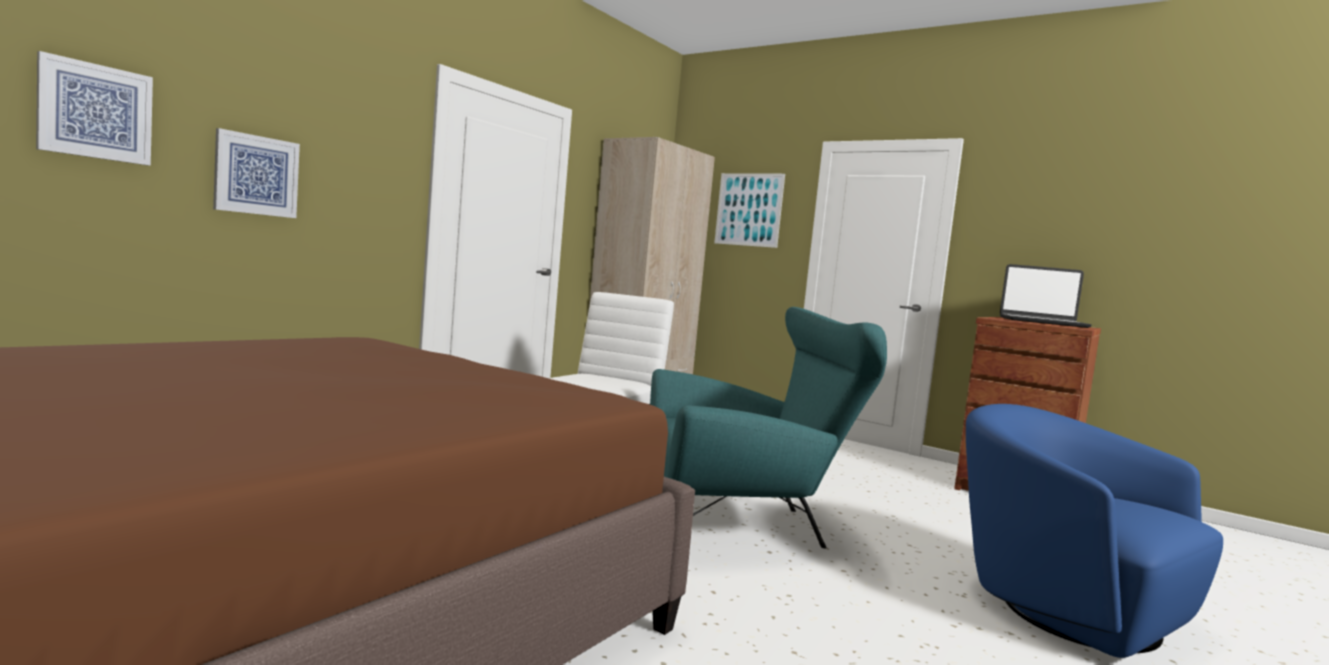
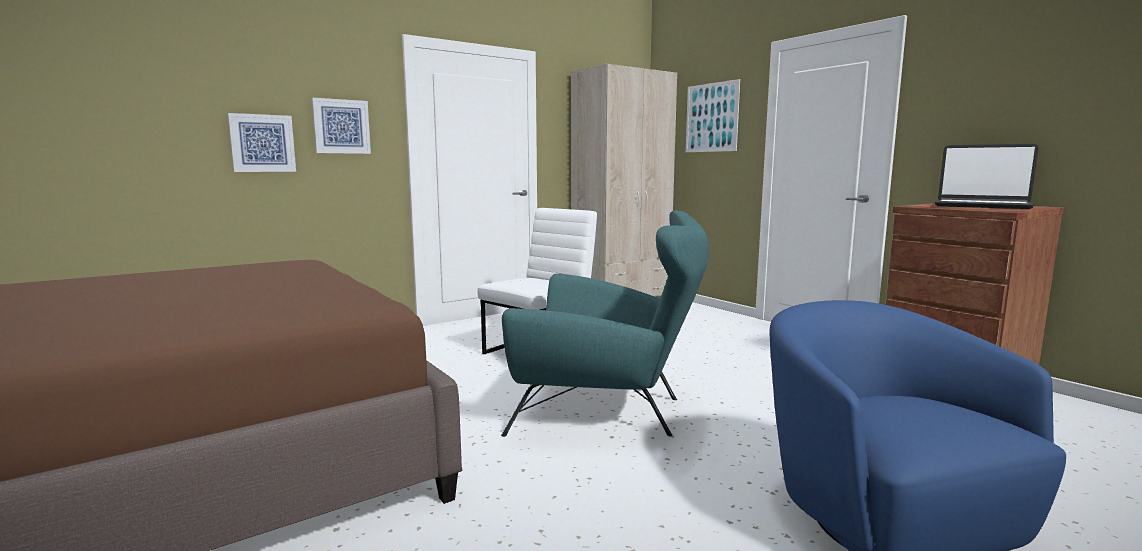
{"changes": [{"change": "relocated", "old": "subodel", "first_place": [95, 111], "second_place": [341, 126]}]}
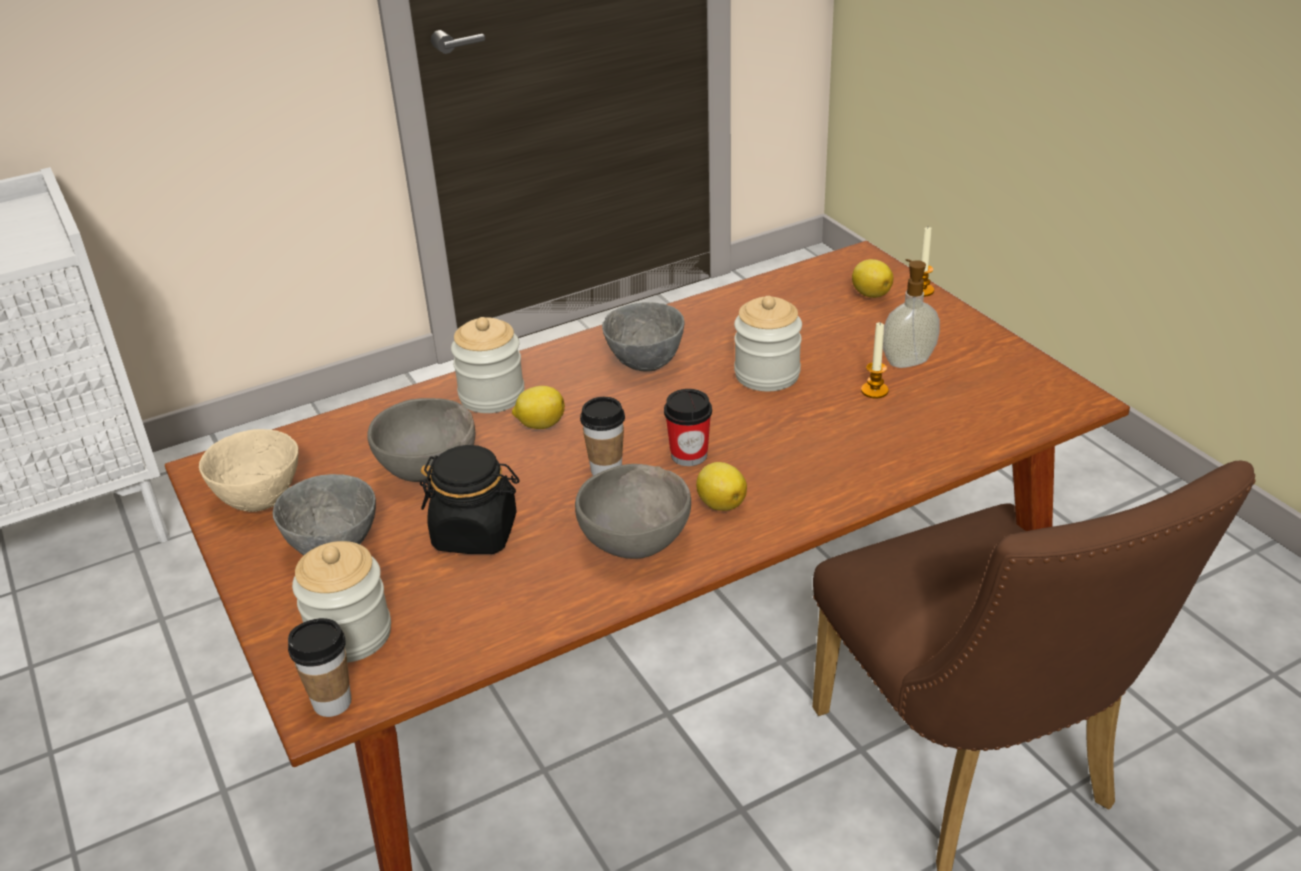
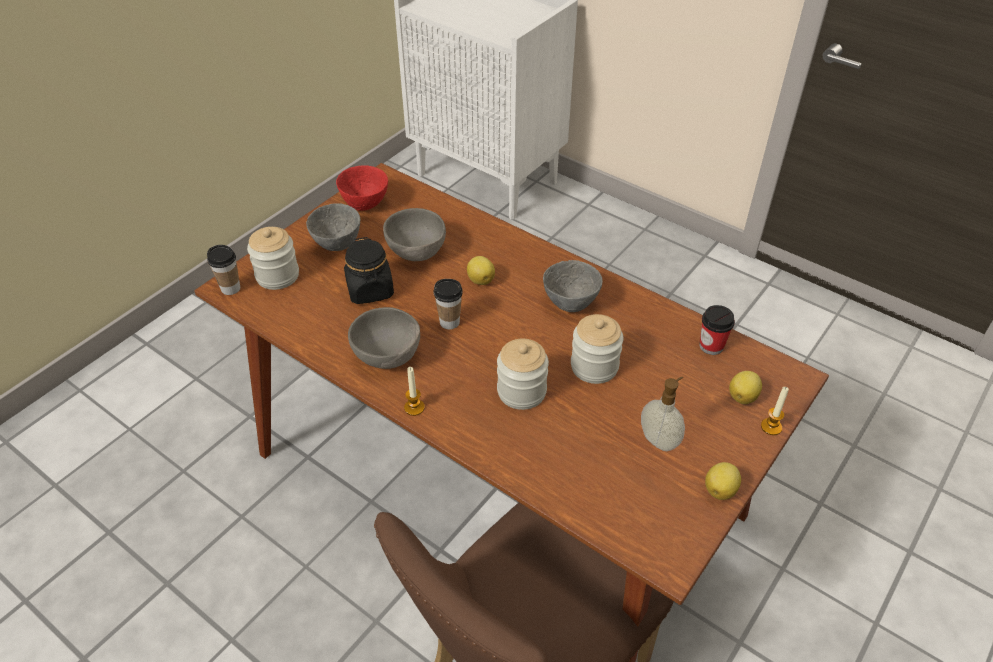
{"changes": [{"change": "relocated", "old": "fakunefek", "first_place": [492, 396], "second_place": [521, 391]}, {"change": "relocated", "old": "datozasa", "first_place": [874, 391], "second_place": [414, 408]}, {"change": "relocated", "old": "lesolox", "first_place": [689, 455], "second_place": [711, 346]}, {"change": "colour", "old": "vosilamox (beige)", "new": "vosilamox (red)", "first_place": [259, 499], "second_place": [365, 204]}, {"change": "relocated", "old": "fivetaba", "first_place": [720, 503], "second_place": [720, 489]}]}
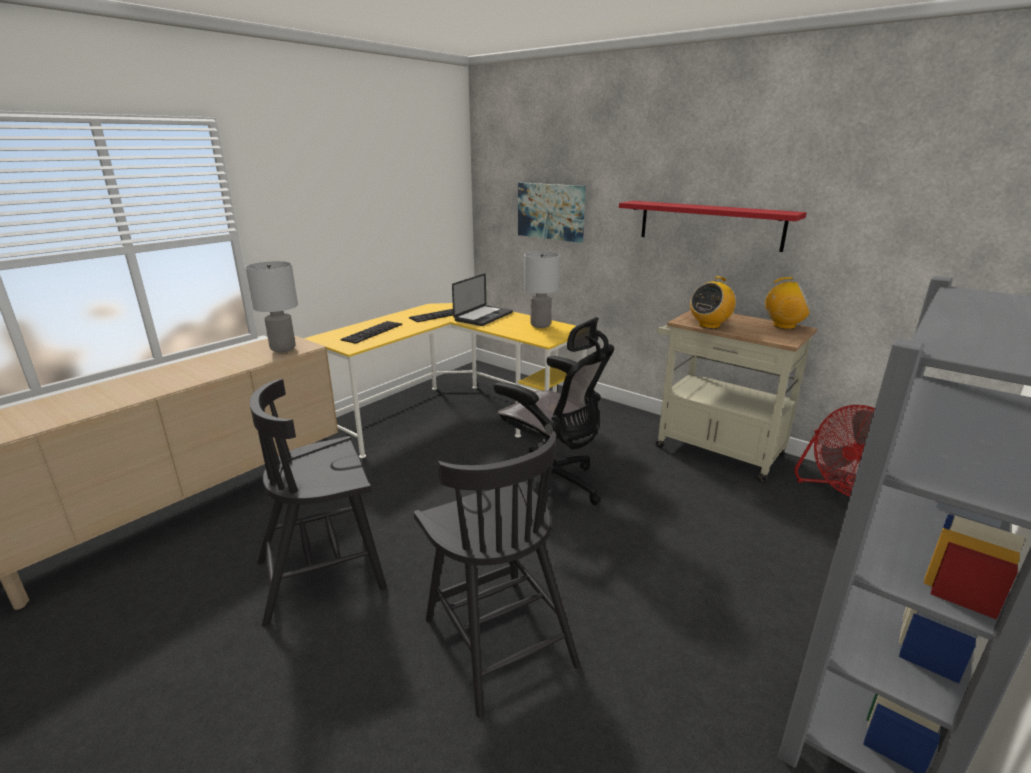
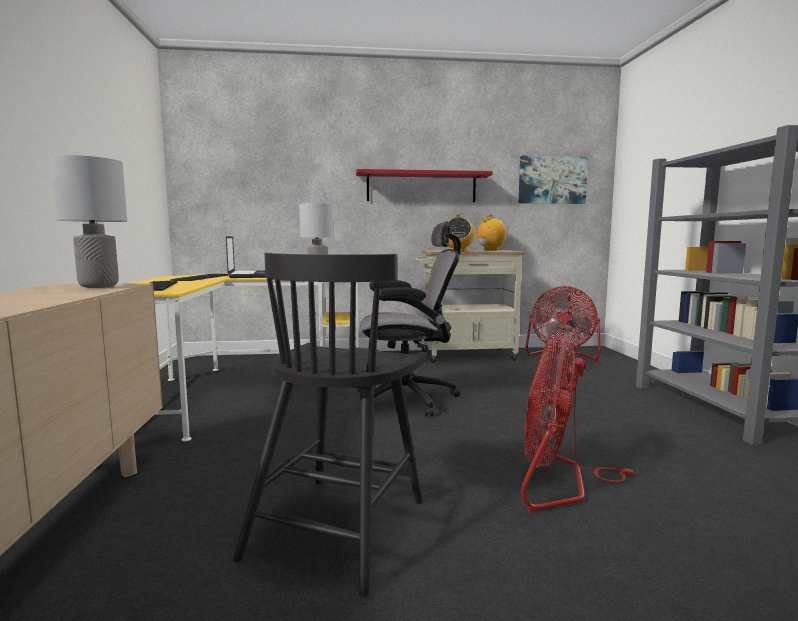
{"changes": [{"change": "relocated", "old": "subodel", "first_place": [551, 211], "second_place": [552, 180]}, {"change": "exchanged", "old": "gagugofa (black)", "new": "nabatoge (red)", "first_place": [497, 638], "second_place": [559, 478]}]}
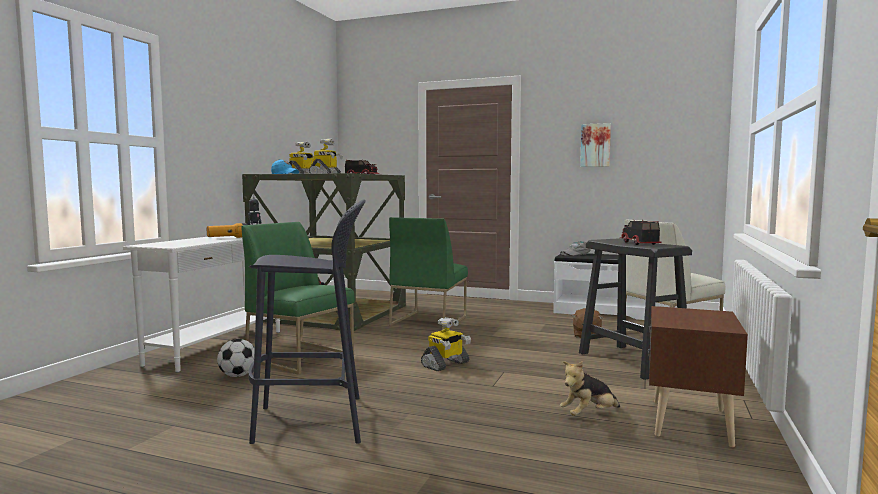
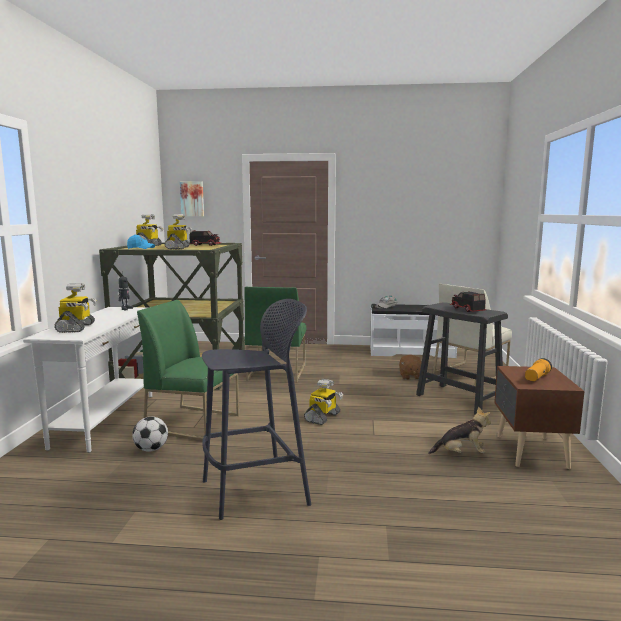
{"changes": [{"change": "relocated", "old": "subodel", "first_place": [595, 145], "second_place": [192, 199]}, {"change": "relocated", "old": "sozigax", "first_place": [228, 238], "second_place": [537, 378]}, {"change": "spun", "old": "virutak", "first_place": [589, 415], "second_place": [461, 454], "degrees": -135}, {"change": "appeared", "new": "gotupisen", "second_place": [76, 328]}]}
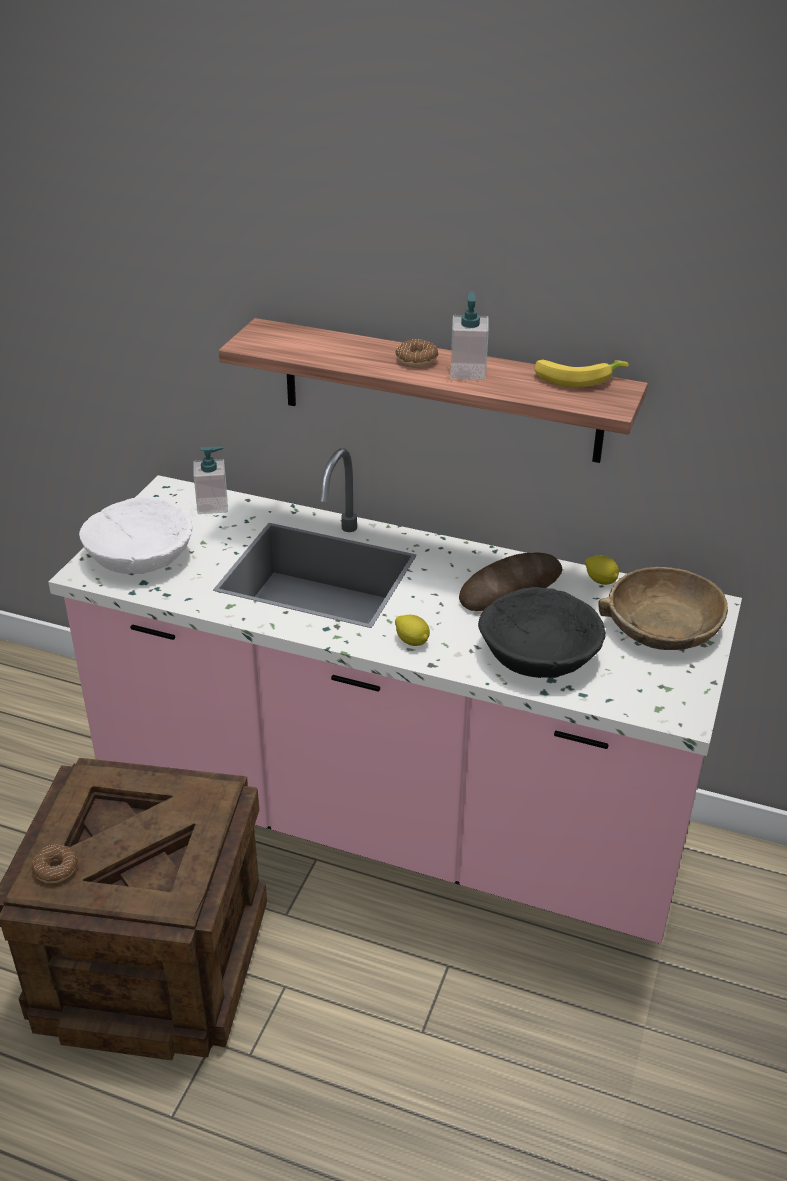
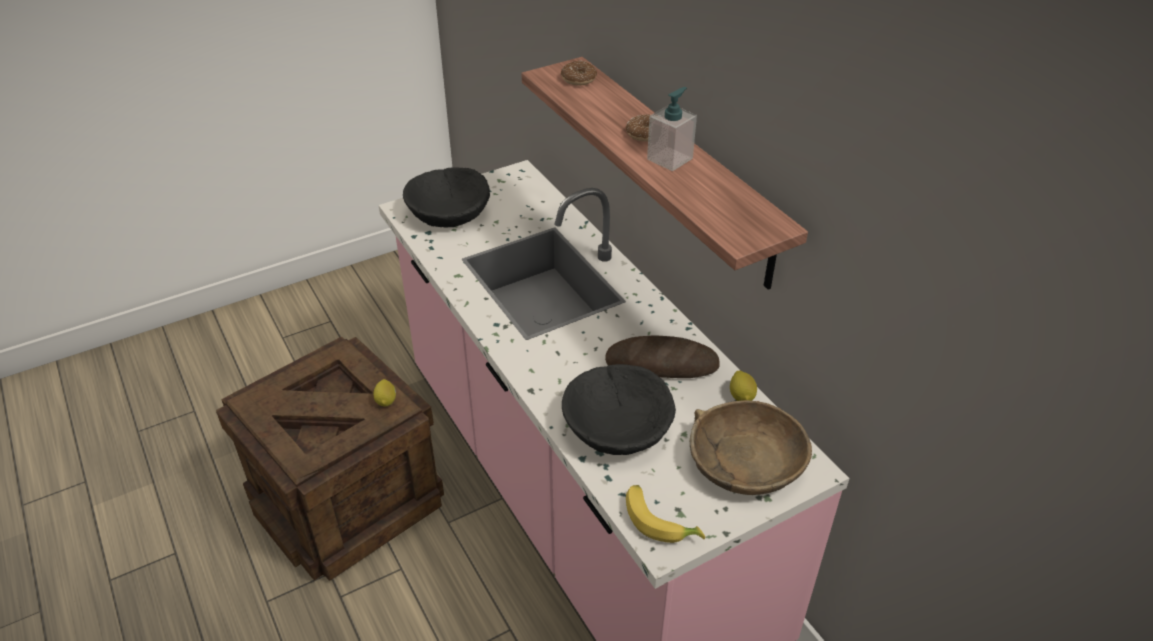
{"changes": [{"change": "relocated", "old": "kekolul", "first_place": [576, 378], "second_place": [660, 520]}, {"change": "missing", "old": "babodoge", "first_place": [212, 505]}, {"change": "colour", "old": "vosilamox (white)", "new": "vosilamox (black)", "first_place": [140, 555], "second_place": [448, 212]}, {"change": "relocated", "old": "fivetaba", "first_place": [412, 641], "second_place": [386, 400]}, {"change": "relocated", "old": "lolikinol", "first_place": [55, 869], "second_place": [578, 79]}]}
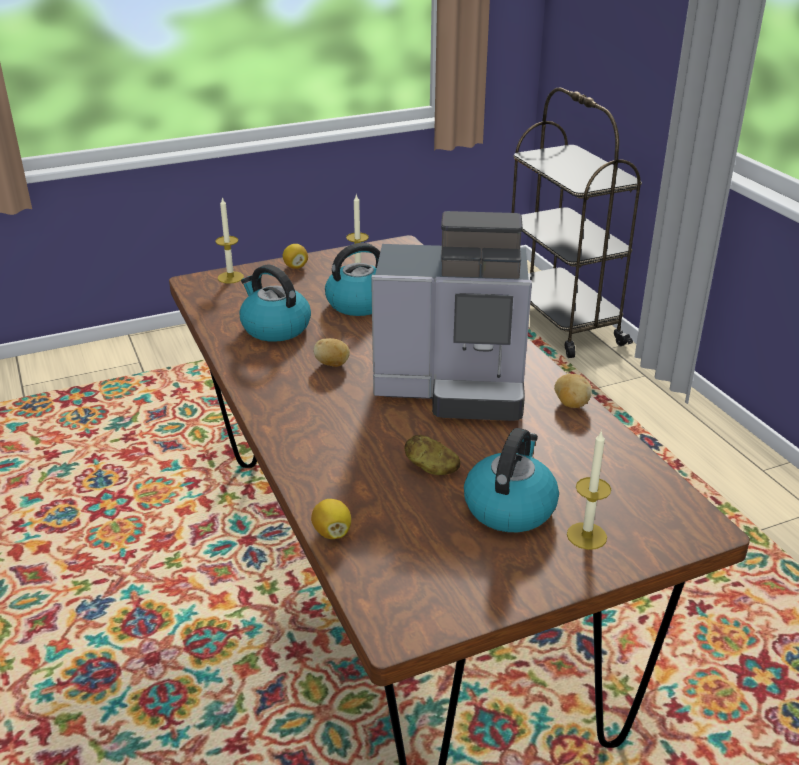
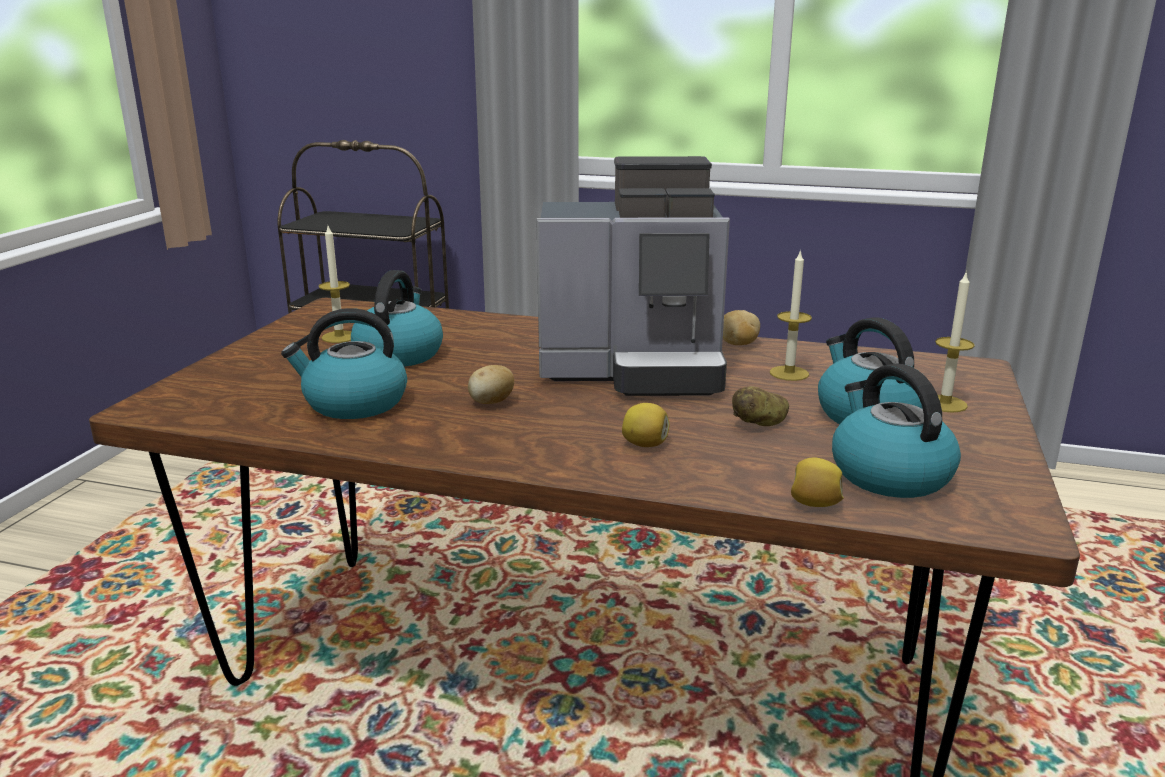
{"changes": [{"change": "relocated", "old": "datozasa", "first_place": [230, 277], "second_place": [789, 373]}, {"change": "spun", "old": "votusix", "first_place": [455, 387], "second_place": [636, 370], "degrees": 45}, {"change": "relocated", "old": "fivetaba", "first_place": [295, 266], "second_place": [645, 444]}, {"change": "appeared", "new": "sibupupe", "second_place": [888, 474]}]}
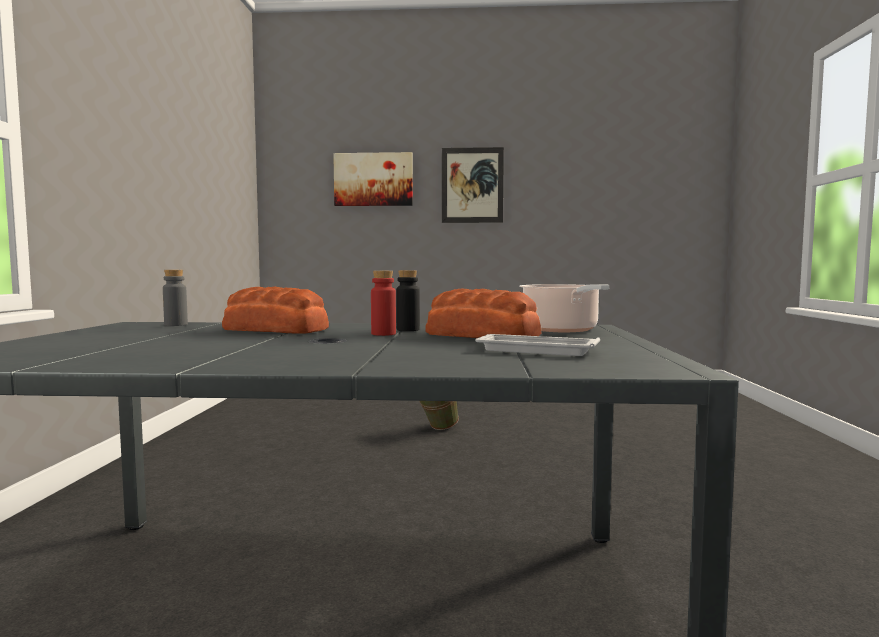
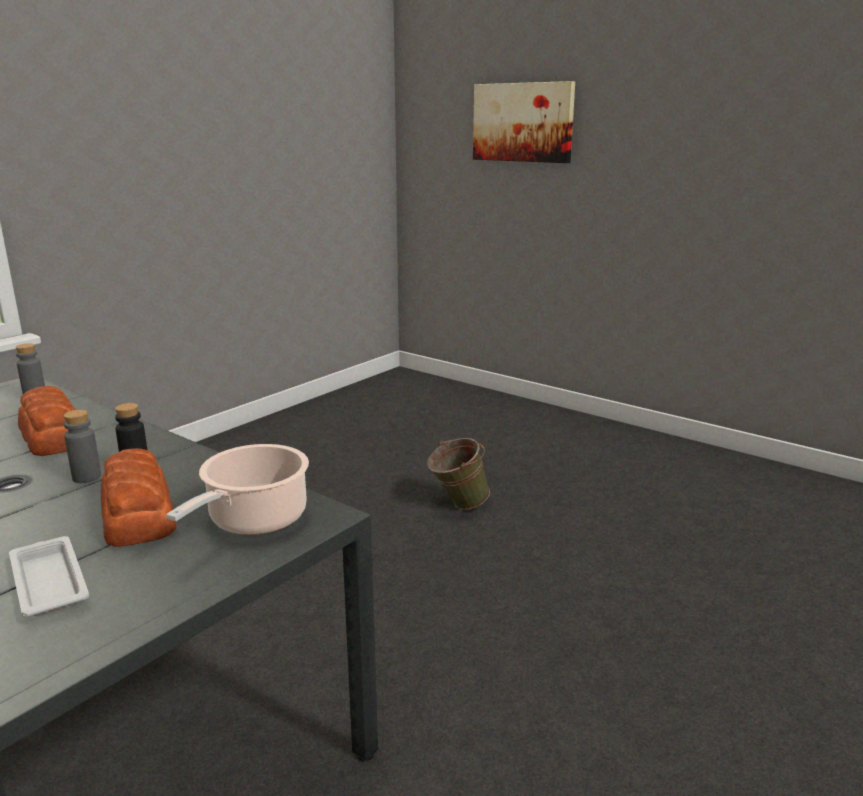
{"changes": [{"change": "missing", "old": "subodel", "first_place": [472, 185]}, {"change": "colour", "old": "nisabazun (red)", "new": "nisabazun (grey)", "first_place": [383, 334], "second_place": [86, 477]}]}
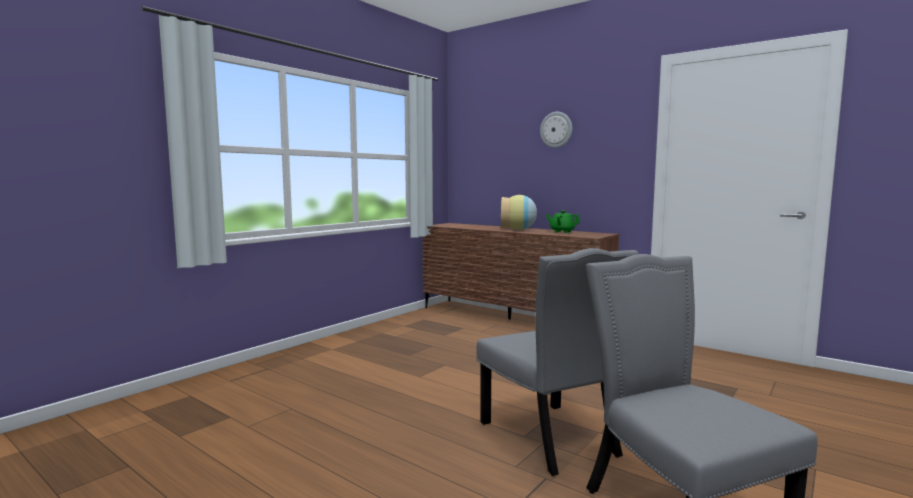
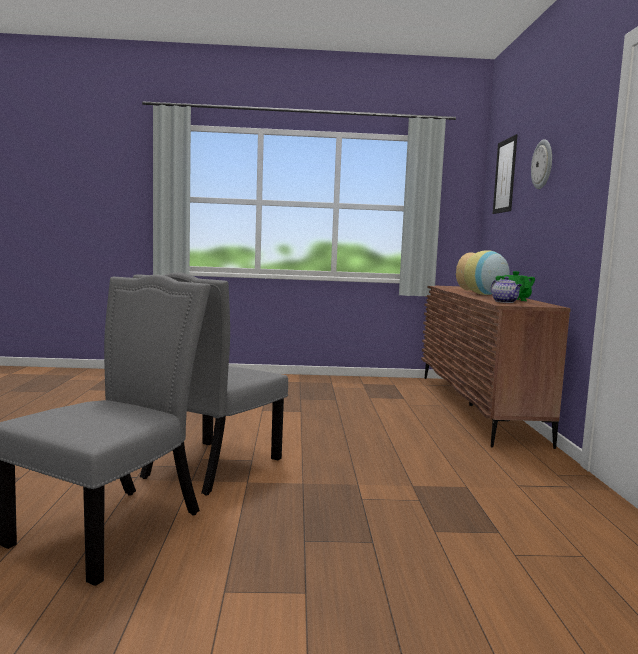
{"changes": [{"change": "appeared", "new": "subodel", "second_place": [505, 176]}, {"change": "appeared", "new": "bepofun", "second_place": [505, 302]}]}
